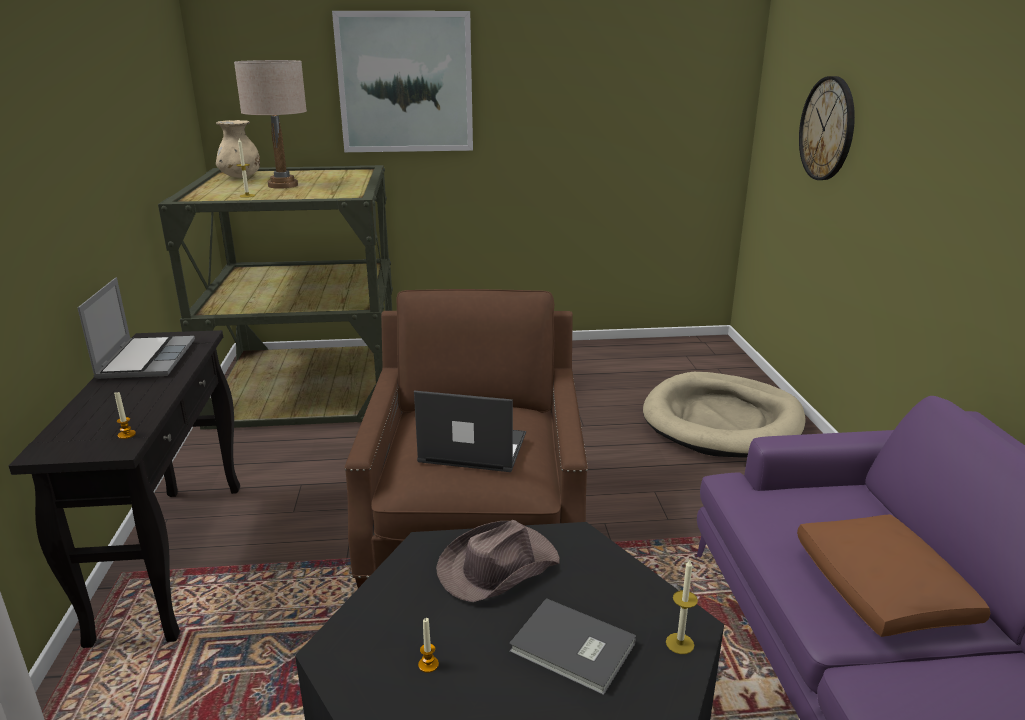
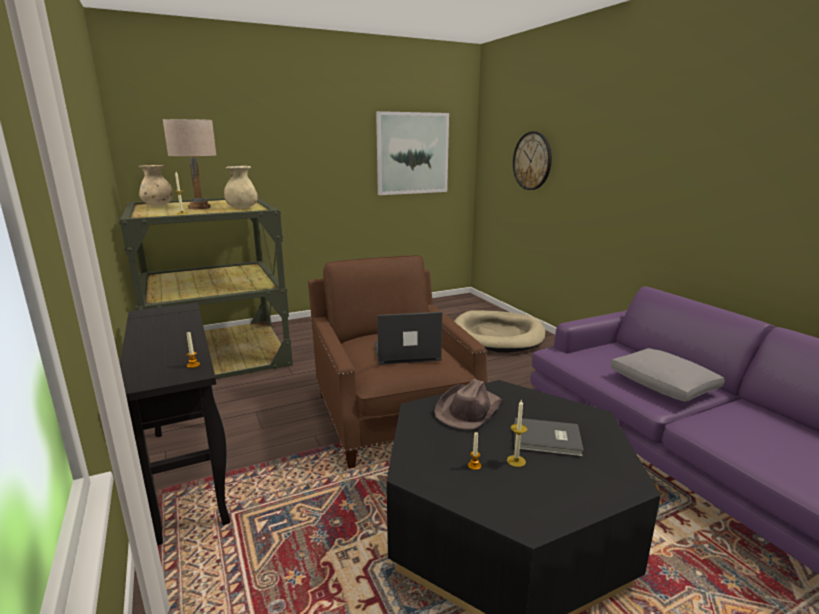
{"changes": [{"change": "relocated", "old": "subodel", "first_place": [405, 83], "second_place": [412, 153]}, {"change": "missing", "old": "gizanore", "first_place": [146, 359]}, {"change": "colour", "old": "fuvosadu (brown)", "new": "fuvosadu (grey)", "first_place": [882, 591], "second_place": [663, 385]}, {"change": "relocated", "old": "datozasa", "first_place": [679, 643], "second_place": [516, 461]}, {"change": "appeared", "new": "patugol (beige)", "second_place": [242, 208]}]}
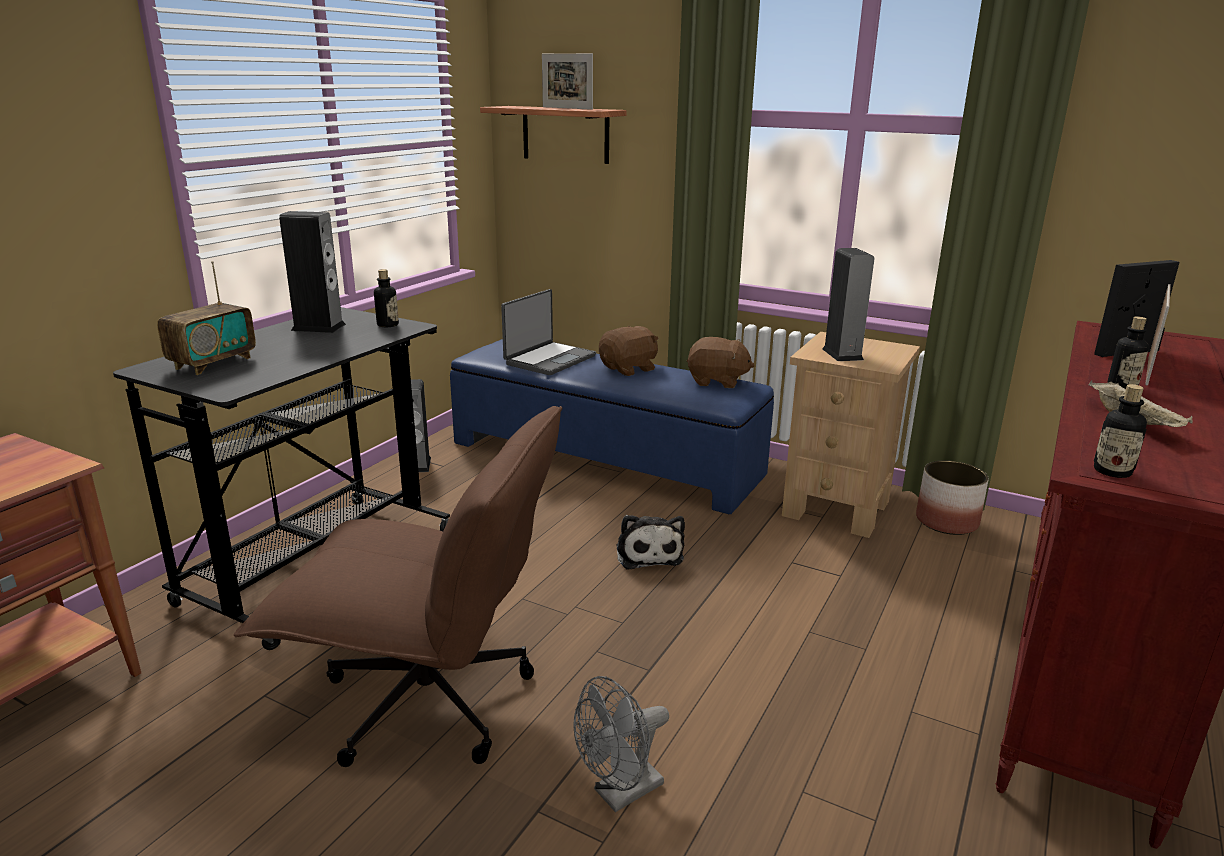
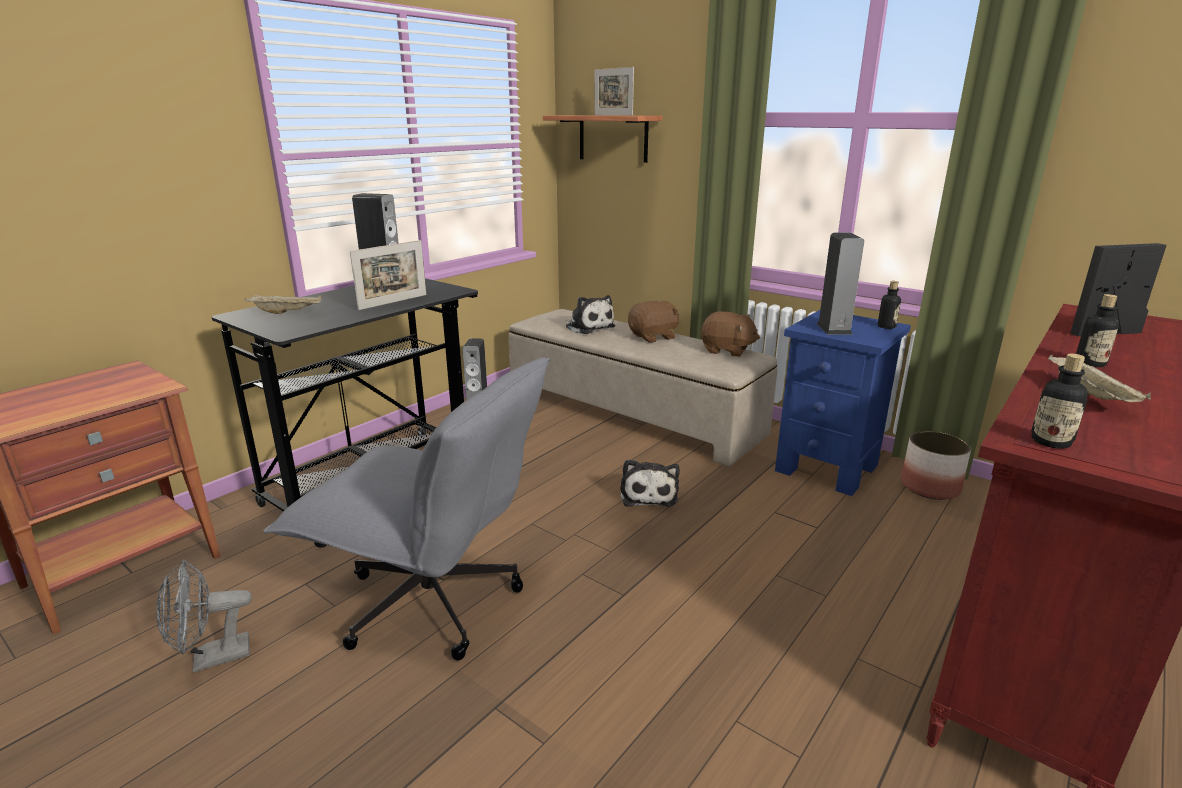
{"changes": [{"change": "exchanged", "old": "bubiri", "new": "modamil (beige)", "first_place": [213, 363], "second_place": [288, 312]}, {"change": "relocated", "old": "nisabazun", "first_place": [388, 325], "second_place": [886, 326]}, {"change": "relocated", "old": "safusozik", "first_place": [1148, 370], "second_place": [393, 302]}, {"change": "exchanged", "old": "gizanore", "new": "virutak", "first_place": [549, 360], "second_place": [588, 327]}, {"change": "colour", "old": "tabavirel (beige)", "new": "tabavirel (blue)", "first_place": [837, 509], "second_place": [827, 469]}, {"change": "colour", "old": "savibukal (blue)", "new": "savibukal (beige)", "first_place": [607, 458], "second_place": [633, 412]}, {"change": "colour", "old": "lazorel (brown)", "new": "lazorel (grey)", "first_place": [424, 700], "second_place": [428, 601]}, {"change": "relocated", "old": "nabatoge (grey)", "first_place": [620, 793], "second_place": [211, 659]}]}
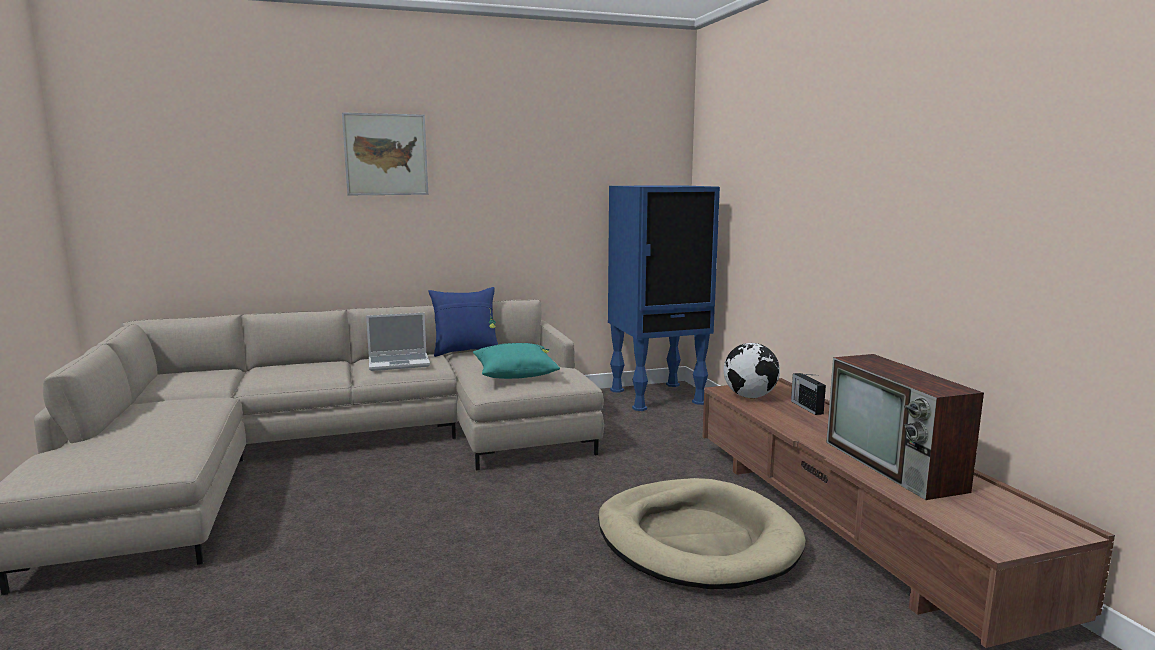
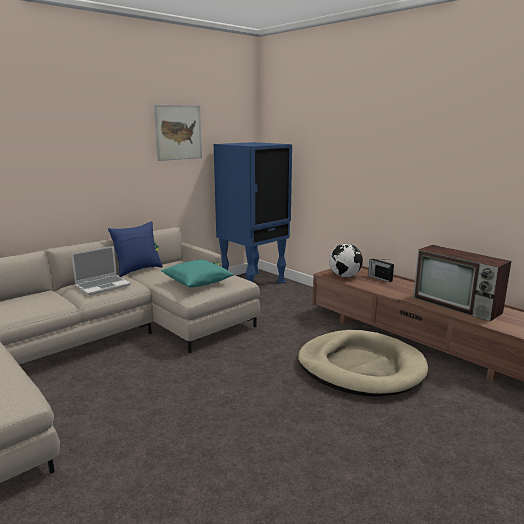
{"changes": [{"change": "relocated", "old": "subodel", "first_place": [386, 154], "second_place": [178, 132]}]}
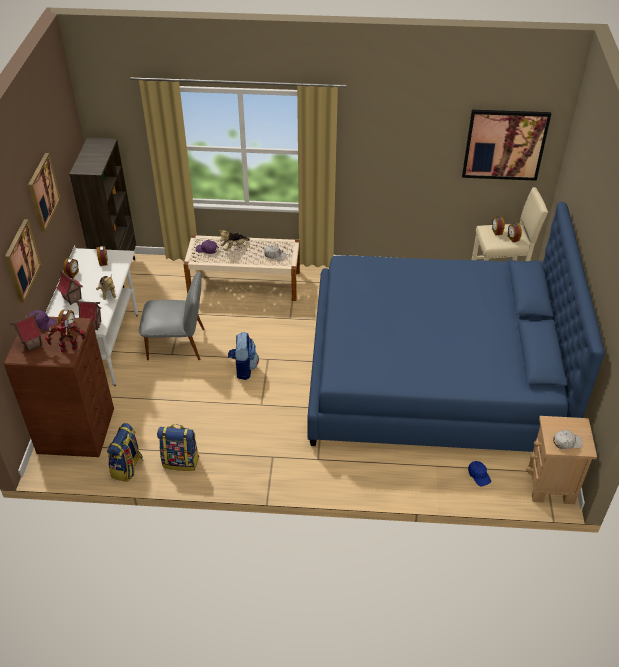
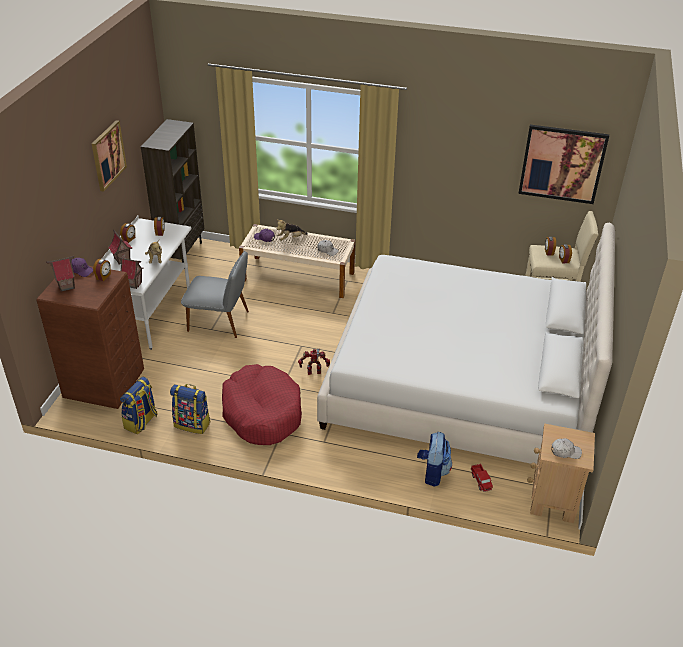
{"changes": [{"change": "colour", "old": "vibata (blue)", "new": "vibata (white)", "first_place": [434, 373], "second_place": [461, 381]}, {"change": "missing", "old": "subodel", "first_place": [21, 260]}, {"change": "relocated", "old": "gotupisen", "first_place": [69, 347], "second_place": [314, 372]}, {"change": "relocated", "old": "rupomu", "first_place": [243, 368], "second_place": [432, 472]}, {"change": "exchanged", "old": "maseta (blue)", "new": "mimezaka", "first_place": [479, 475], "second_place": [481, 481]}, {"change": "appeared", "new": "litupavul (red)", "second_place": [262, 413]}]}
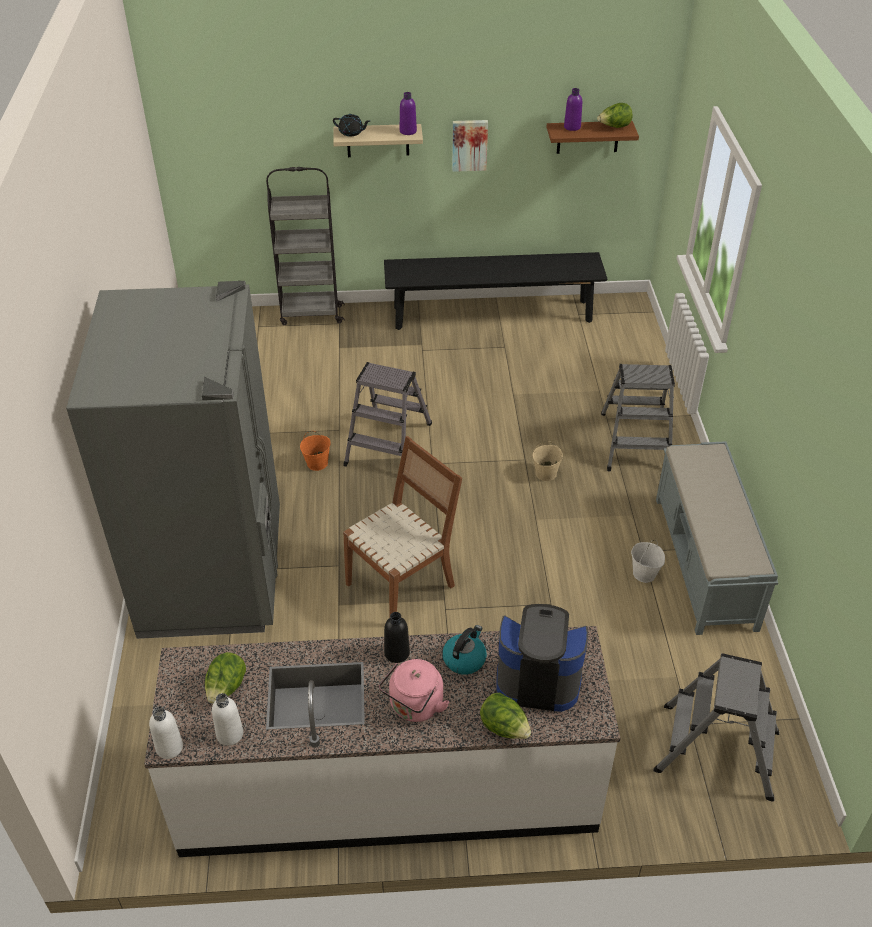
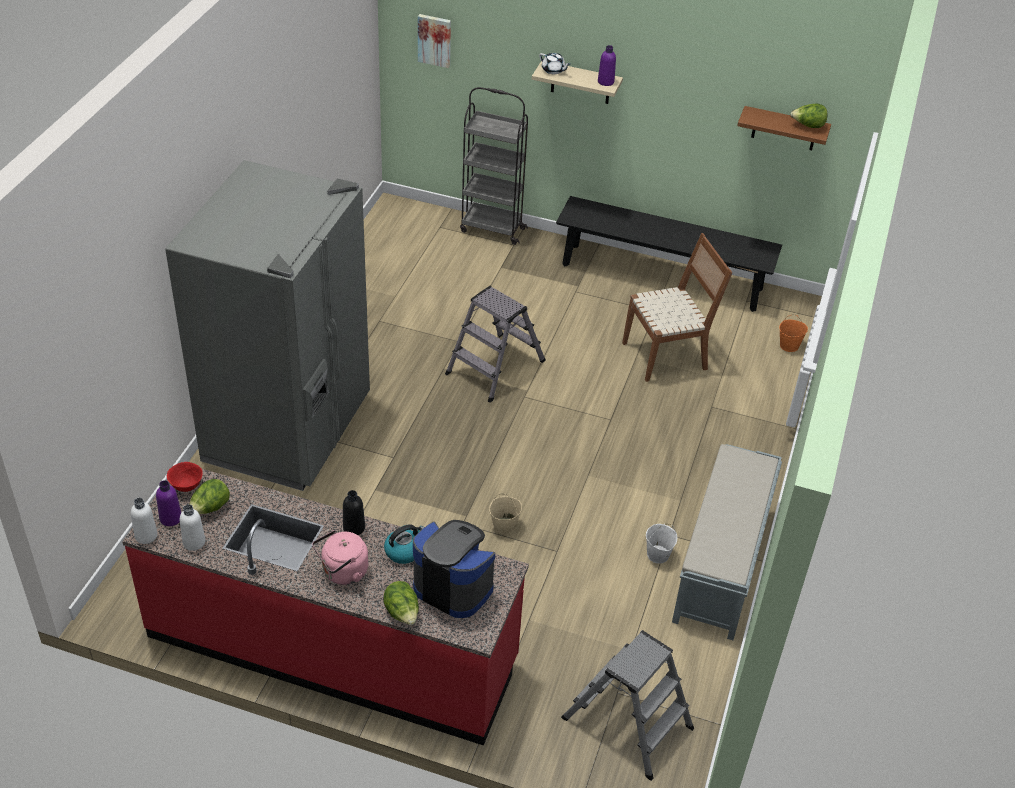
{"changes": [{"change": "relocated", "old": "nisabazun (purple)", "first_place": [572, 127], "second_place": [170, 518]}, {"change": "colour", "old": "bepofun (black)", "new": "bepofun (white)", "first_place": [351, 132], "second_place": [553, 70]}, {"change": "relocated", "old": "subodel", "first_place": [469, 144], "second_place": [435, 40]}, {"change": "missing", "old": "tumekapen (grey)", "first_place": [635, 441]}, {"change": "relocated", "old": "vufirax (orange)", "first_place": [317, 463], "second_place": [789, 345]}, {"change": "relocated", "old": "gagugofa", "first_place": [403, 582], "second_place": [668, 355]}, {"change": "relocated", "old": "vufirax (beige)", "first_place": [546, 473], "second_place": [504, 526]}, {"change": "colour", "old": "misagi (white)", "new": "misagi (red)", "first_place": [388, 789], "second_place": [333, 648]}, {"change": "appeared", "new": "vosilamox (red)", "second_place": [186, 486]}]}
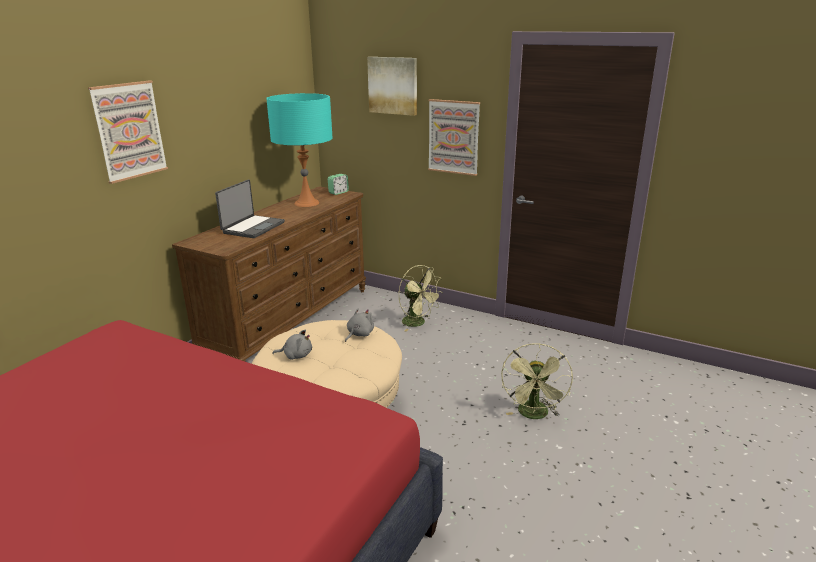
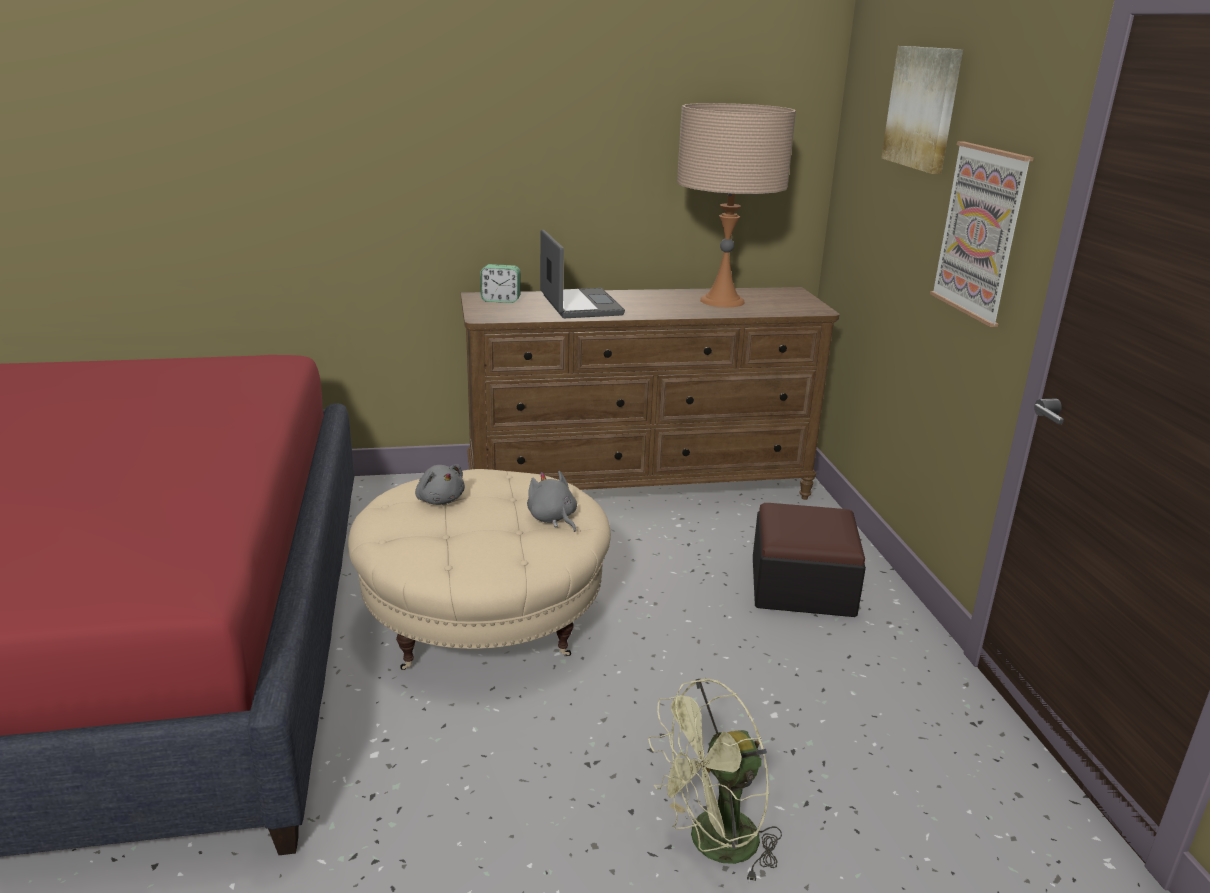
{"changes": [{"change": "missing", "old": "subodel", "first_place": [129, 131]}, {"change": "colour", "old": "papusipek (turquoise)", "new": "papusipek (beige)", "first_place": [307, 203], "second_place": [722, 301]}, {"change": "relocated", "old": "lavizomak", "first_place": [338, 192], "second_place": [501, 300]}, {"change": "spun", "old": "gizanore", "first_place": [252, 227], "second_place": [579, 305], "degrees": -90}, {"change": "exchanged", "old": "nabatoge (green)", "new": "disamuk", "first_place": [418, 323], "second_place": [802, 586]}, {"change": "spun", "old": "virutak (grey)", "first_place": [359, 334], "second_place": [553, 519], "degrees": -120}]}
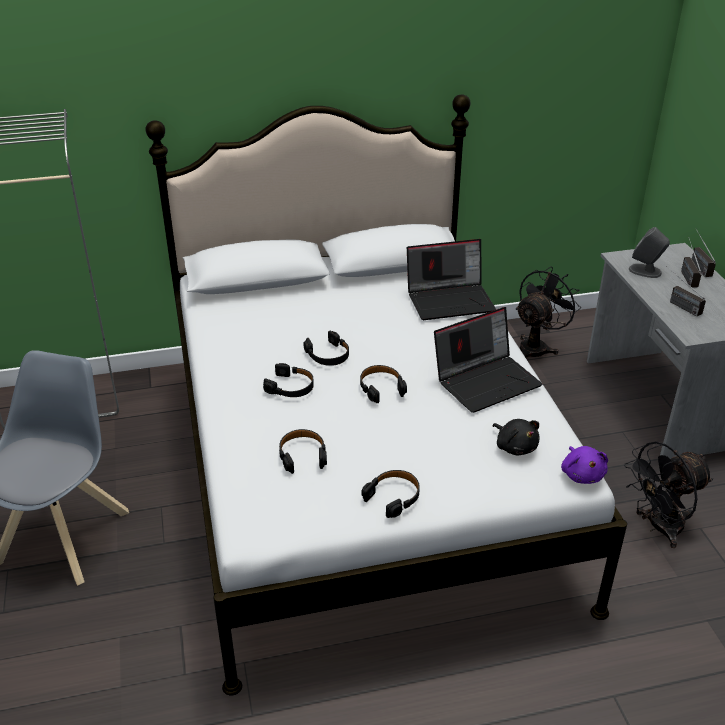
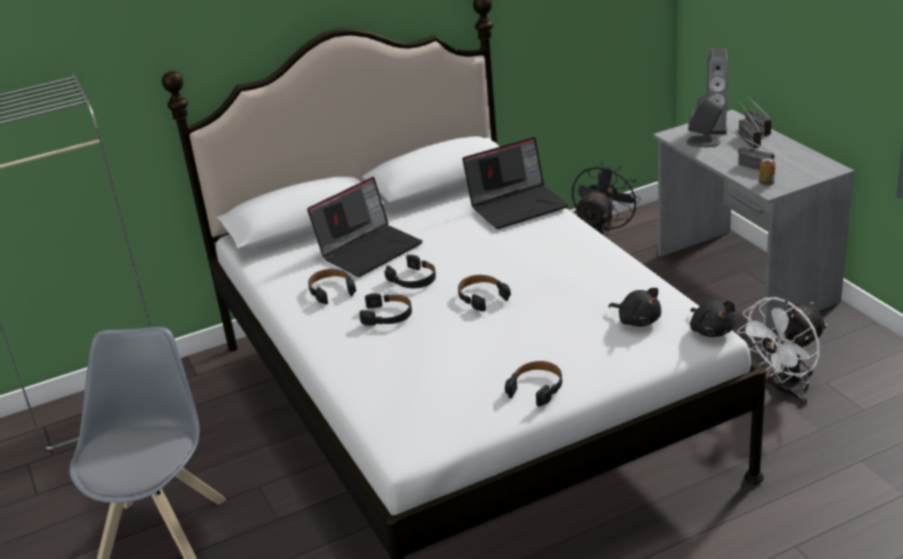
{"changes": [{"change": "relocated", "old": "gizanore", "first_place": [487, 380], "second_place": [369, 249]}, {"change": "relocated", "old": "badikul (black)", "first_place": [302, 455], "second_place": [331, 290]}, {"change": "colour", "old": "nabatoge (black)", "new": "nabatoge (white)", "first_place": [658, 528], "second_place": [784, 391]}, {"change": "colour", "old": "virutak (purple)", "new": "virutak (black)", "first_place": [582, 474], "second_place": [711, 330]}, {"change": "appeared", "new": "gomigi", "second_place": [715, 128]}, {"change": "appeared", "new": "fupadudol", "second_place": [766, 183]}]}
